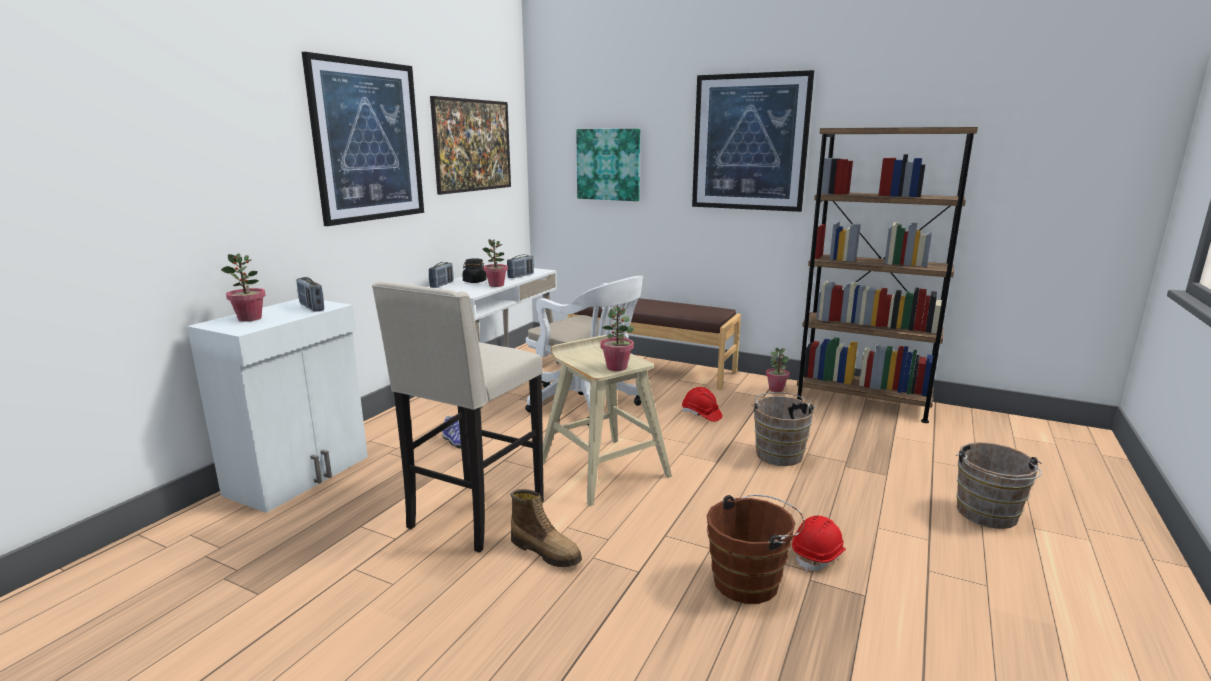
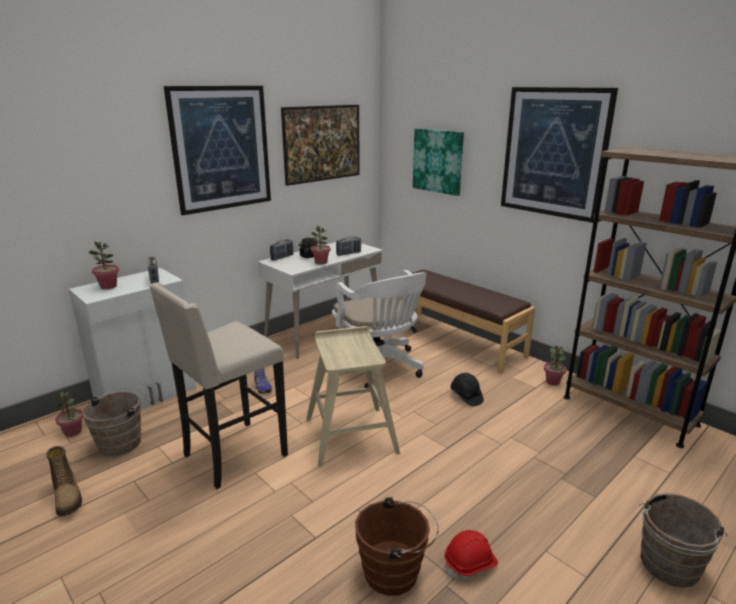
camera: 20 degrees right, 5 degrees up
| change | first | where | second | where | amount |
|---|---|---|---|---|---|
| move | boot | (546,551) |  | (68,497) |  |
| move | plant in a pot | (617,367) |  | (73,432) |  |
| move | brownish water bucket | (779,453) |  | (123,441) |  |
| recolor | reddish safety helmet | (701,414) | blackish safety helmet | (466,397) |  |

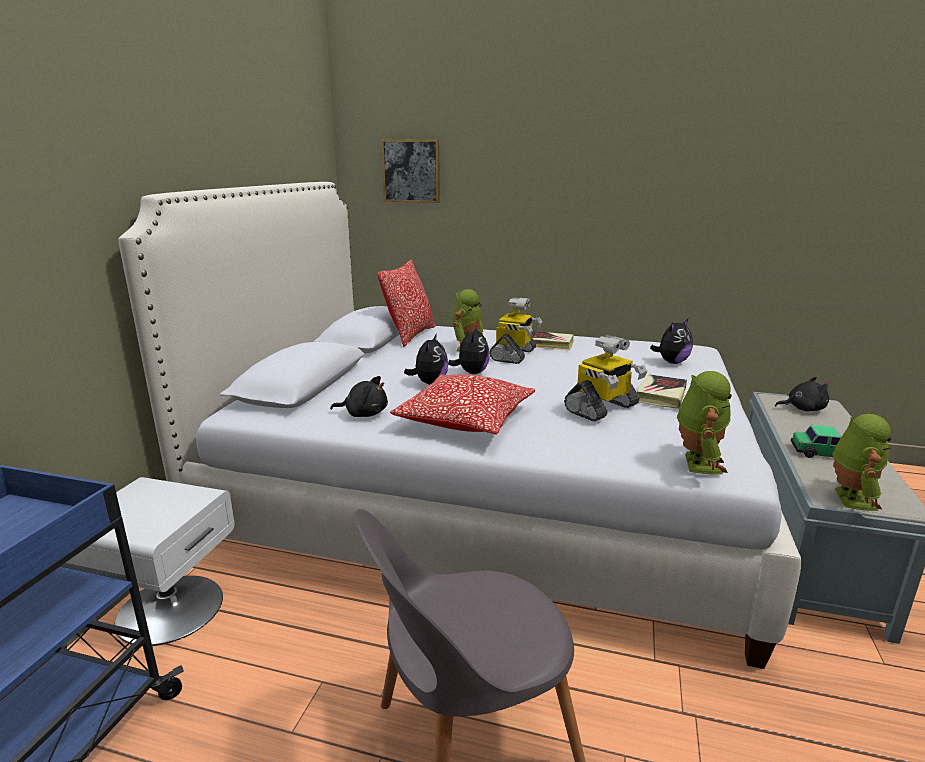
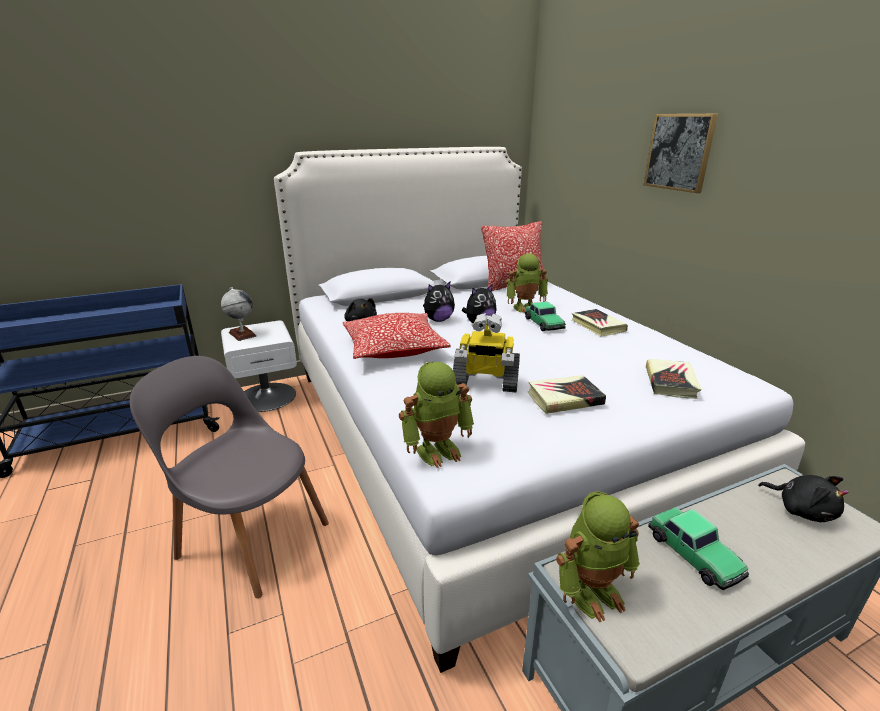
camera: 50 degrees right, 5 degrees up
| change | first | where | second | where | amount |
|---|---|---|---|---|---|
| insert |  |  | globe | (242,334) |  |
| move | wall art | (411,171) |  | (679,152) |  |
| replace | robot figure | (514,355) | model car | (544,323) |  |
| replace | soft toy | (671,362) | bound book | (670,382) |  |

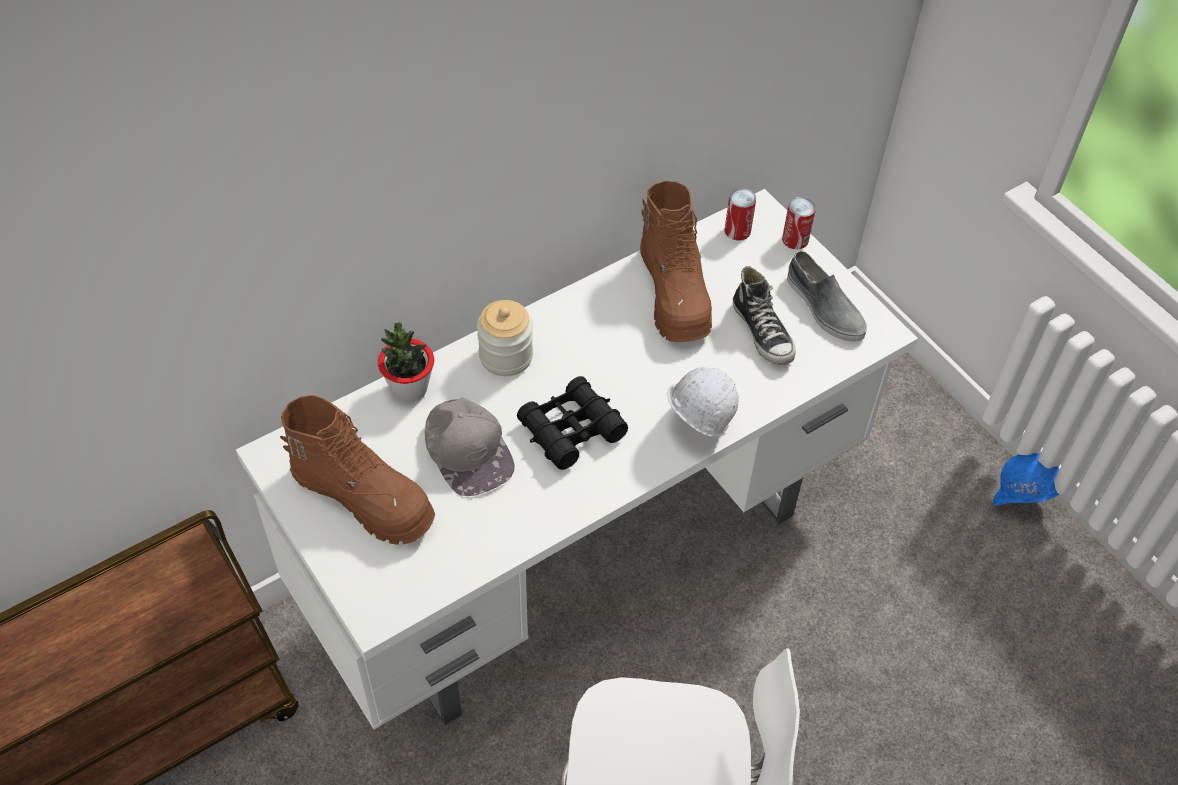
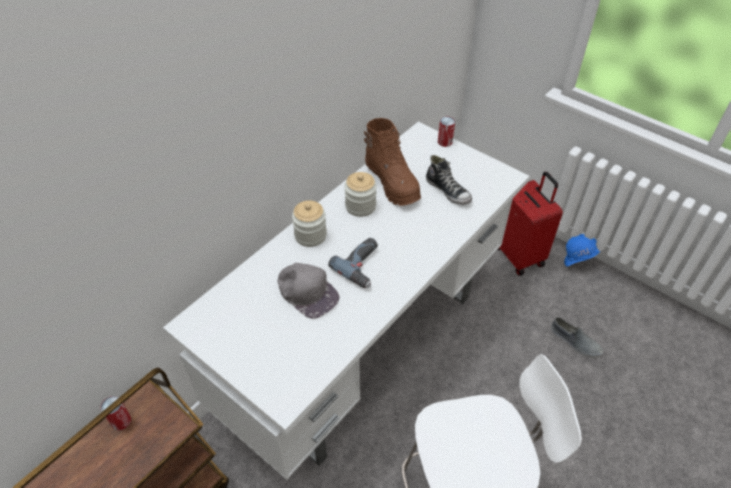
camera: 15 degrees left, 5 degrees down
| change | first | where | second | where | amount |
|---|---|---|---|---|---|
| delete | brownish boot | (364,497) |  |  |  |
| delete | plant in a pot | (409,389) |  |  |  |
| delete | whitish safety helmet | (696,426) |  |  |  |
| insert |  |  | storage jar | (360,206) |  |
| insert |  |  | reddish travel case | (519,255) |  |
| move | sealed can | (737,230) |  | (121,421) |  |
| move | grey item of footwear | (823,307) |  | (574,342) |  |
| replace | blackish pair of binoculars | (571,430) | drill | (363,266) |  |

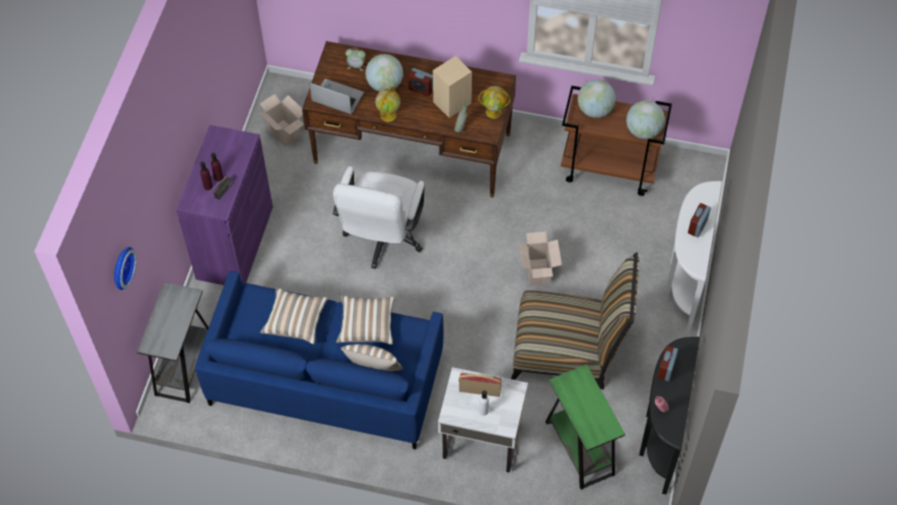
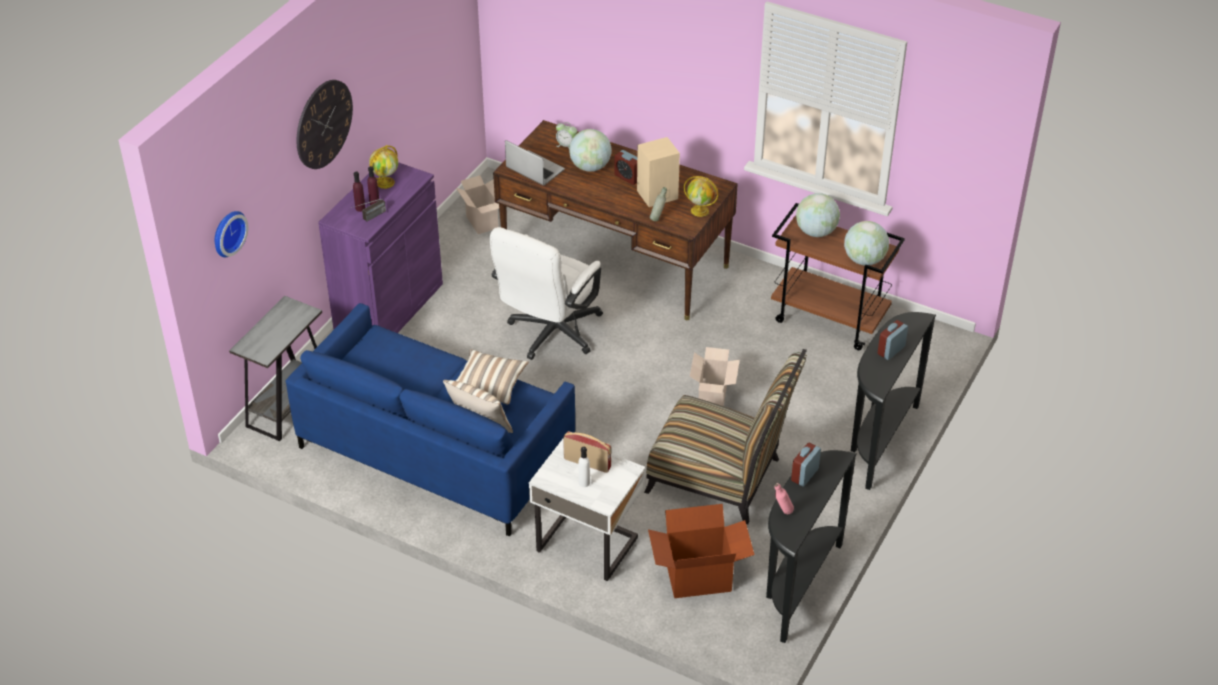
camera: 15 degrees right, 15 degrees down
| change | first | where | second | where | amount |
|---|---|---|---|---|---|
| delete | throw pillow | (295,321) |  |  |  |
| insert |  |  | clock on the wall | (323,124) |  |
| move | globe | (388,115) |  | (385,182) |  |
| replace | green-coloured end table | (579,448) | carton | (698,575) |  |
| recolor | whitish console table | (683,283) | blackish console table | (878,441) |  |

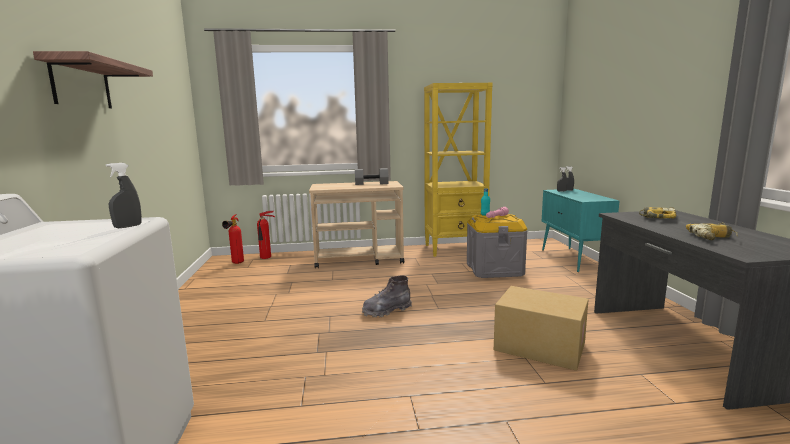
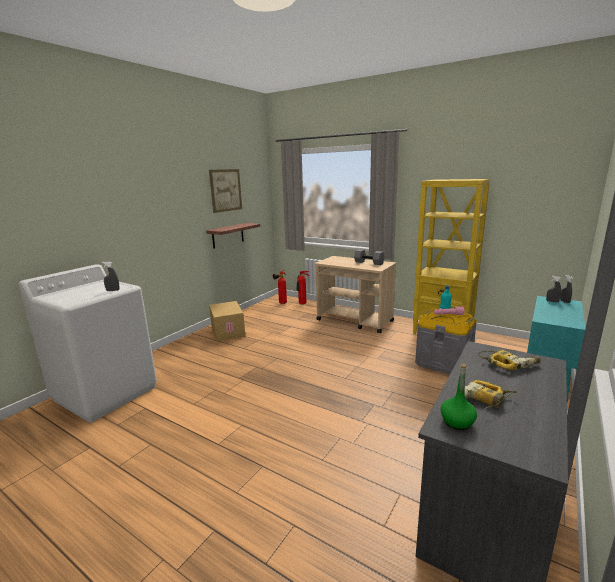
camera: 40 degrees right, 5 degrees up
| change | first | where | second | where | amount |
|---|---|---|---|---|---|
| delete | grey boot | (386,310) |  |  |  |
| insert |  |  | wall art | (225,190) |  |
| insert |  |  | green-coloured bottle | (457,422) |  |
| move | shelf | (81,84) |  | (228,235) |  |
| move | carton | (538,347) |  | (227,331) |  |

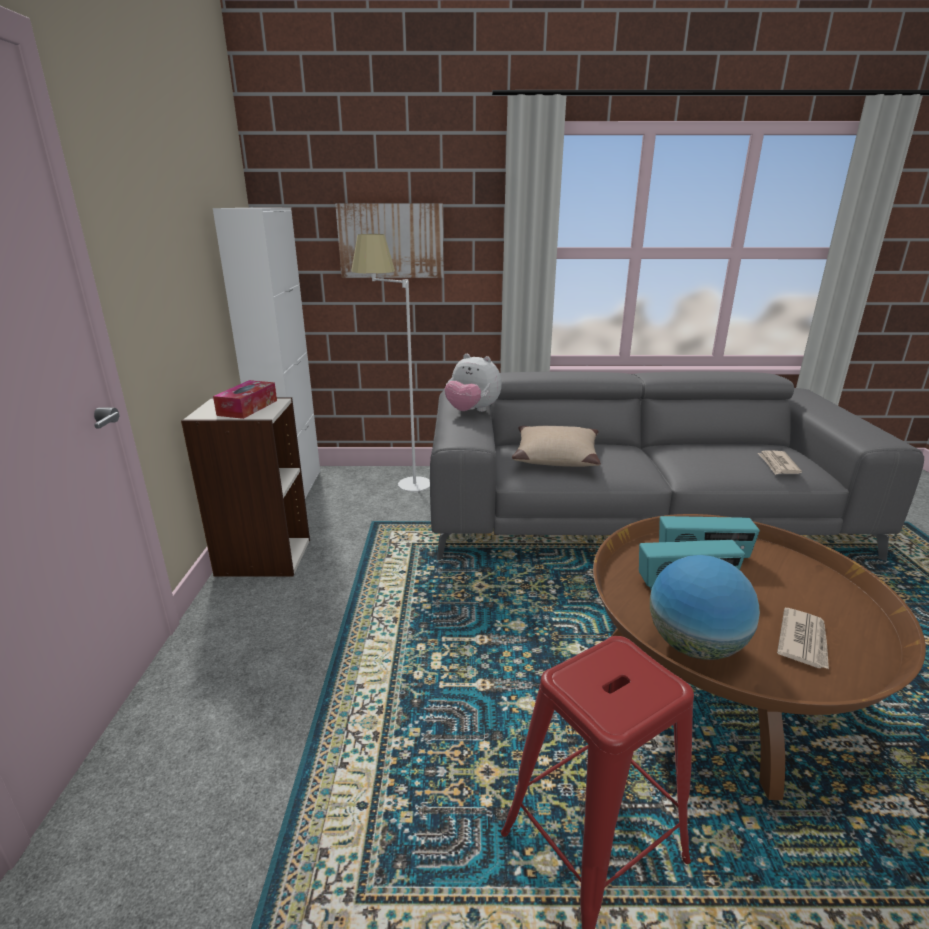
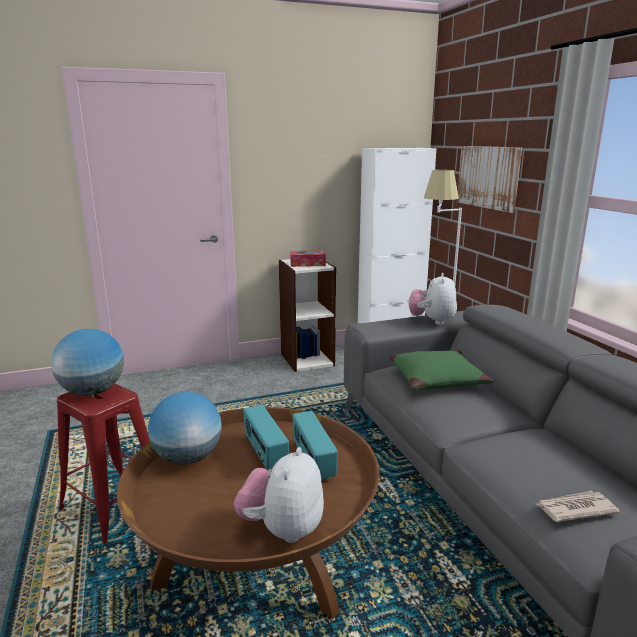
camera: 70 degrees right, 5 degrees down
| change | first | where | second | where | amount |
|---|---|---|---|---|---|
| delete | printed paper | (803,640) |  |  |  |
| insert |  |  | globe | (93,392) |  |
| insert |  |  | soft toy | (282,529) |  |
| recolor | beige throw pillow | (555,456) | green-coloured throw pillow | (436,379) |  |

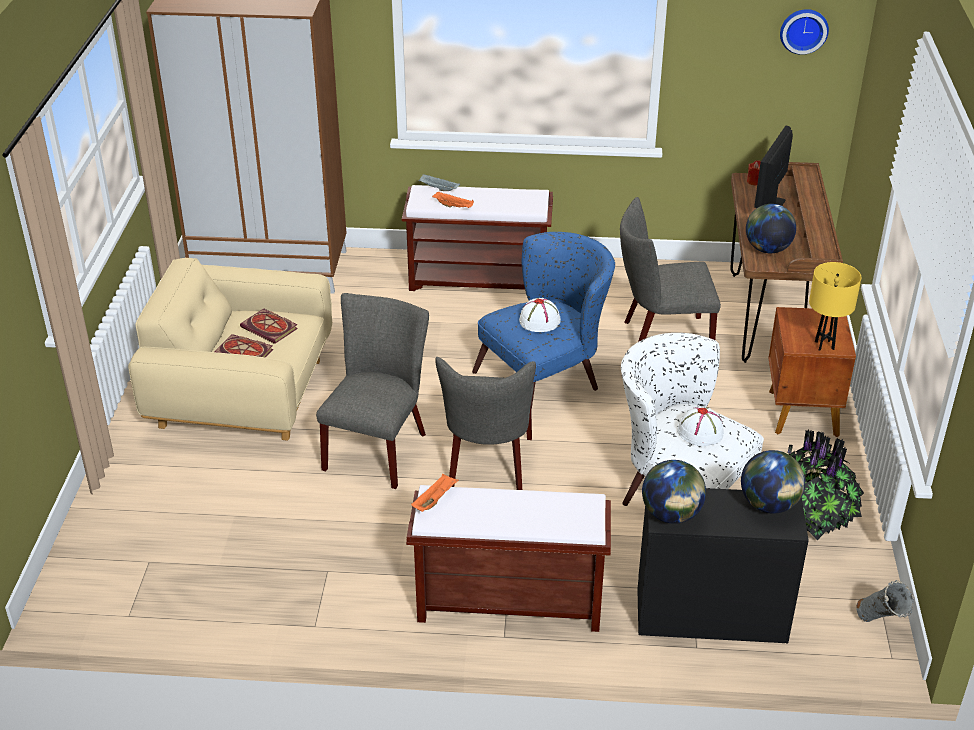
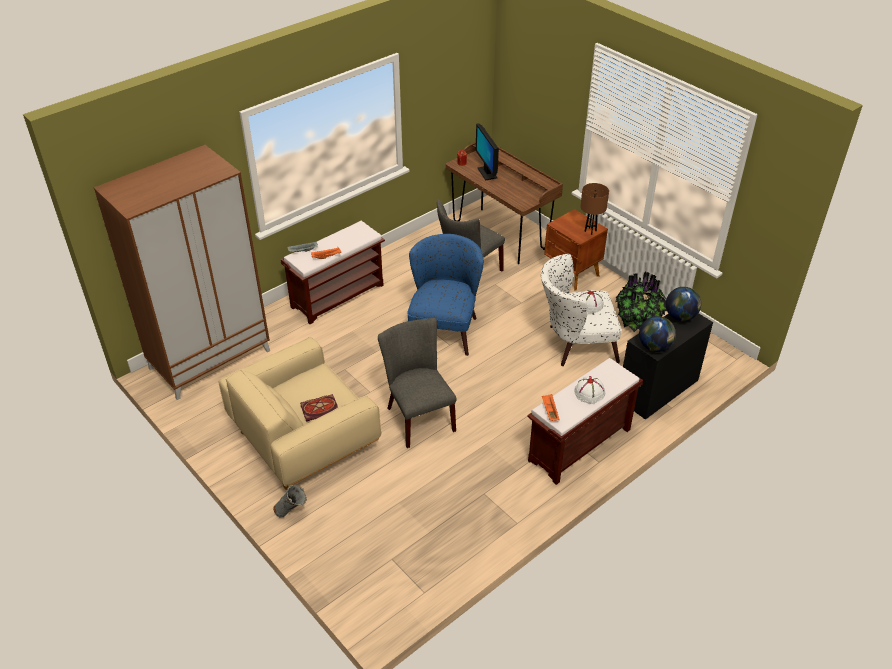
camera: 45 degrees left, 5 degrees up
| change | first | where | second | where | amount |
|---|---|---|---|---|---|
| delete | bound book | (271,328) |  |  |  |
| delete | grey chair | (488,468) |  |  |  |
| delete | globe | (767,249) |  |  |  |
| delete | clock on the wall | (803,30) |  |  |  |
| move | whitish clothing hat | (540,321) |  | (589,392) |  |
| move | grey decorative vase | (881,625) |  | (292,513) |  |
| recolor | yellow-coloured table lamp | (824,345) | brownish table lamp | (590,231) |  |

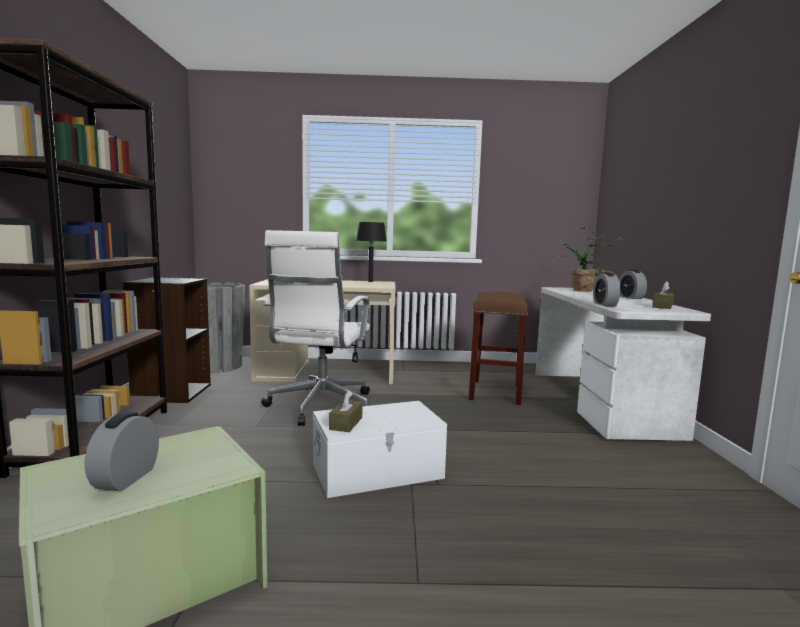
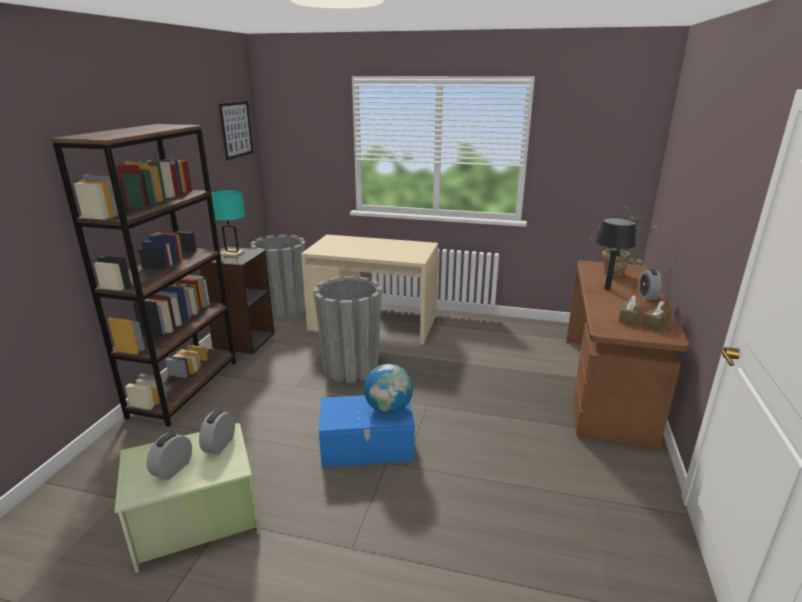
camera: 15 degrees right, 15 degrees up
| change | first | where | second | where | amount |
|---|---|---|---|---|---|
| delete | brownish stool seat | (495,391) |  |  |  |
| insert |  |  | turquoise table lamp | (232,254) |  |
| insert |  |  | wall art | (236,129) |  |
| insert |  |  | globe | (388,409) |  |
| move | brownish tissue box | (346,423) |  | (628,317) |  |
| move | blackish table lamp | (370,281) |  | (607,288) |  |
| move | bedside clock | (605,304) |  | (219,445) |  |
| replace | whitish office chair | (320,406) | grey flower pot | (351,368) |  |
| recolor | whitish storage container | (378,471) | blue storage container | (367,446) |  |
| recolor | whitish desk | (600,401) | brownish desk | (607,386) |  |

